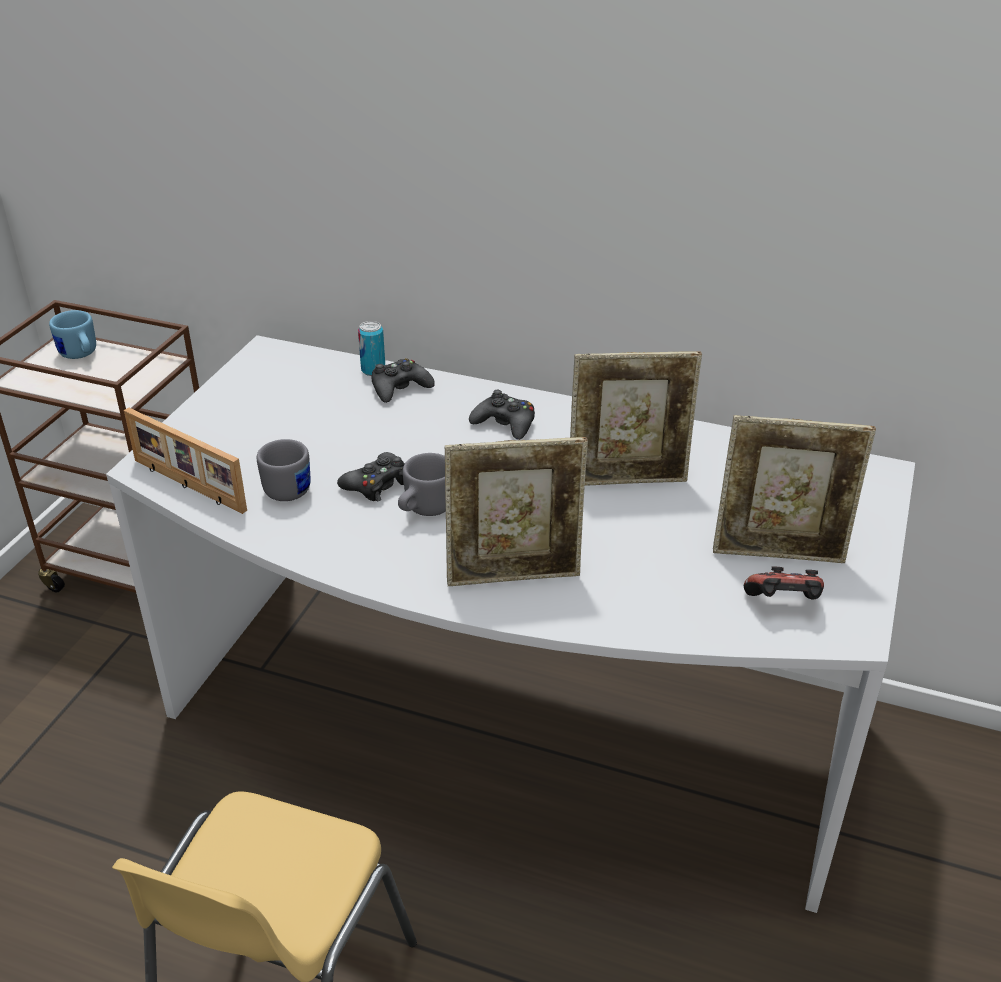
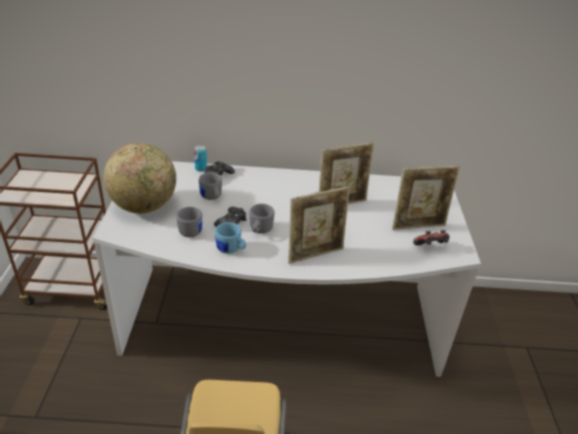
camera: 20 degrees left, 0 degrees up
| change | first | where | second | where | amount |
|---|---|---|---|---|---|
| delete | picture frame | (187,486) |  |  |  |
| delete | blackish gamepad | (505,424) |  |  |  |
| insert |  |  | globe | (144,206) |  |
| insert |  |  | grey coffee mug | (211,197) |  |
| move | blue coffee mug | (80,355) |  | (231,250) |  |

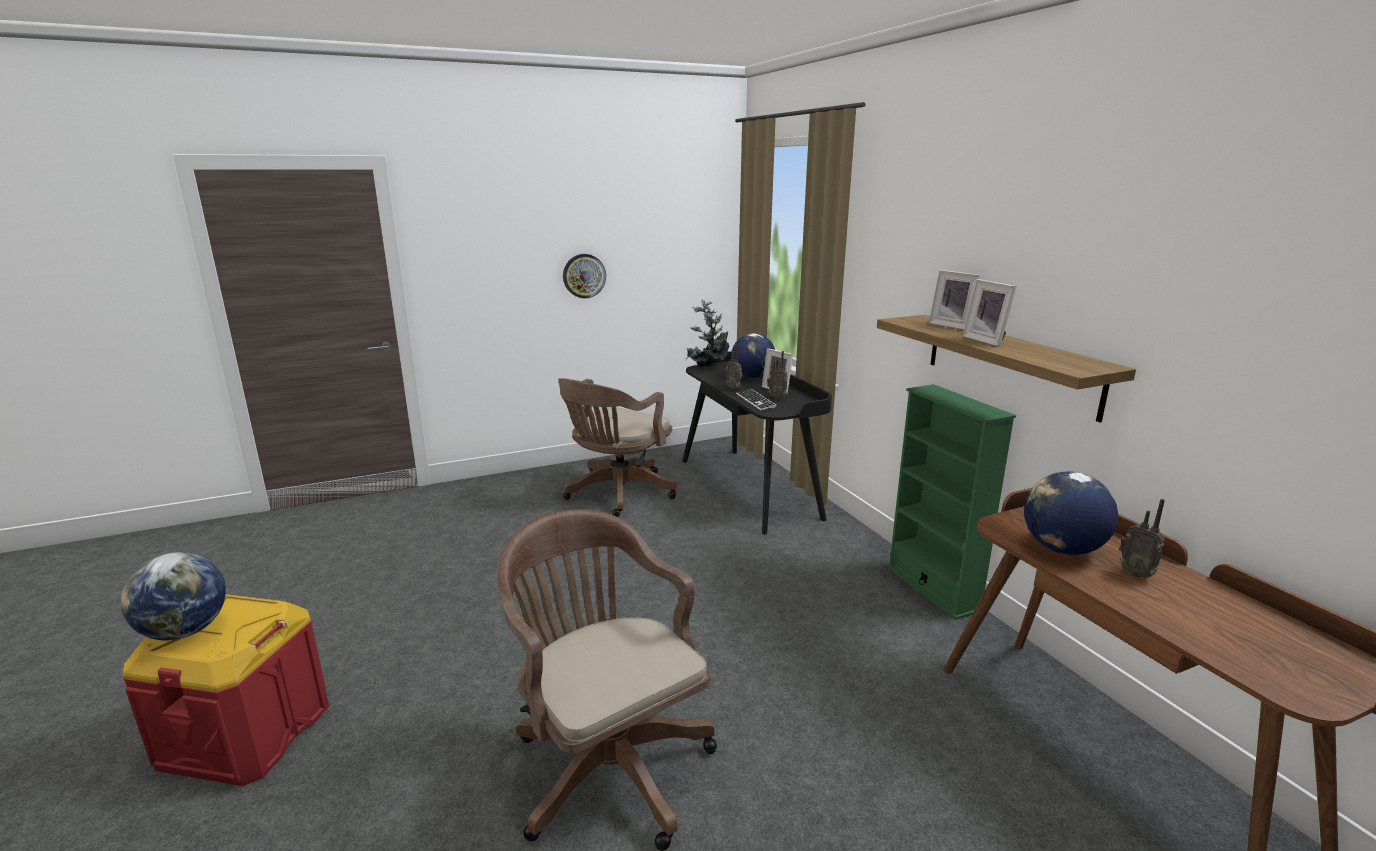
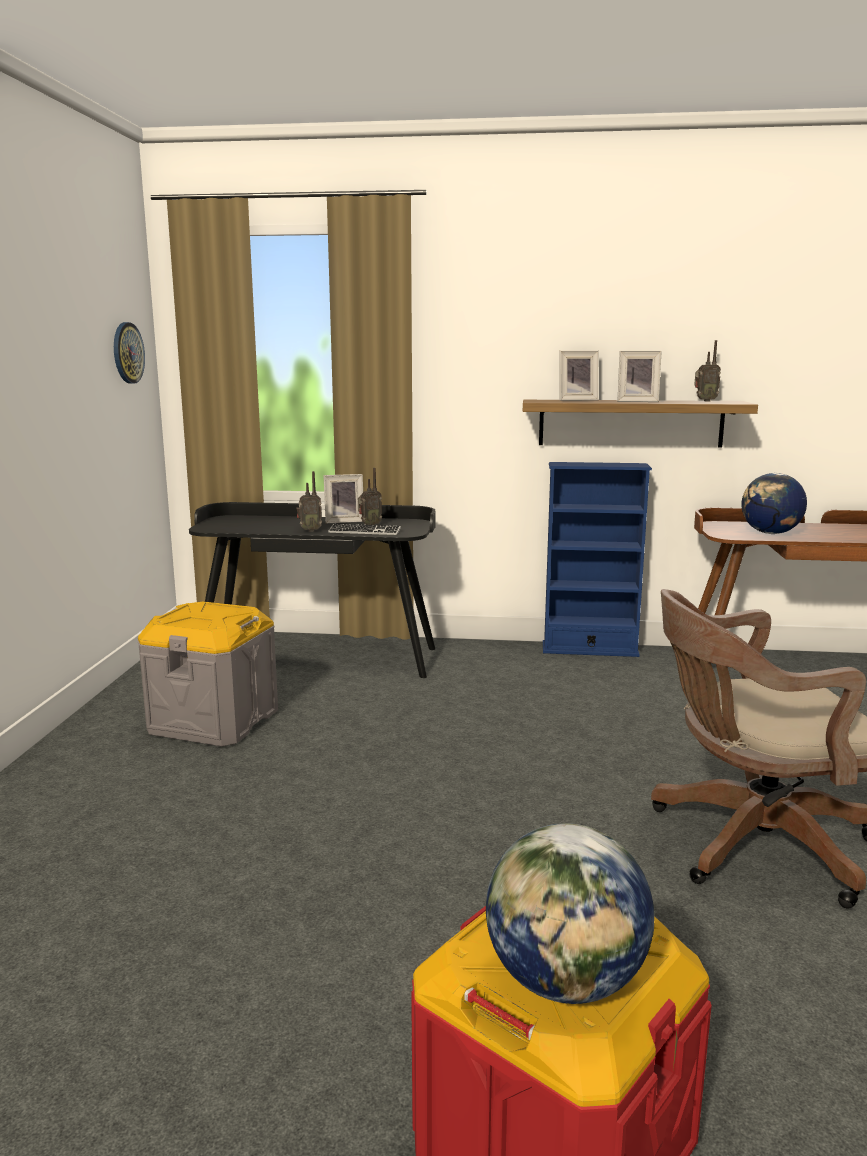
camera: 60 degrees left, 5 degrees down
| change | first | where | second | where | amount |
|---|---|---|---|---|---|
| delete | plant in a pot | (708,368) |  |  |  |
| delete | globe | (752,377) |  |  |  |
| move | clock on the wall | (584,276) |  | (127,353) |  |
| move | radio | (1135,573) |  | (704,401) |  |
| replace | brownish office chair | (617,494) | grey storage container | (214,721) |  |
| recolor | green-coloured bookshelf | (932,588) | blue bookshelf | (589,649) |  |

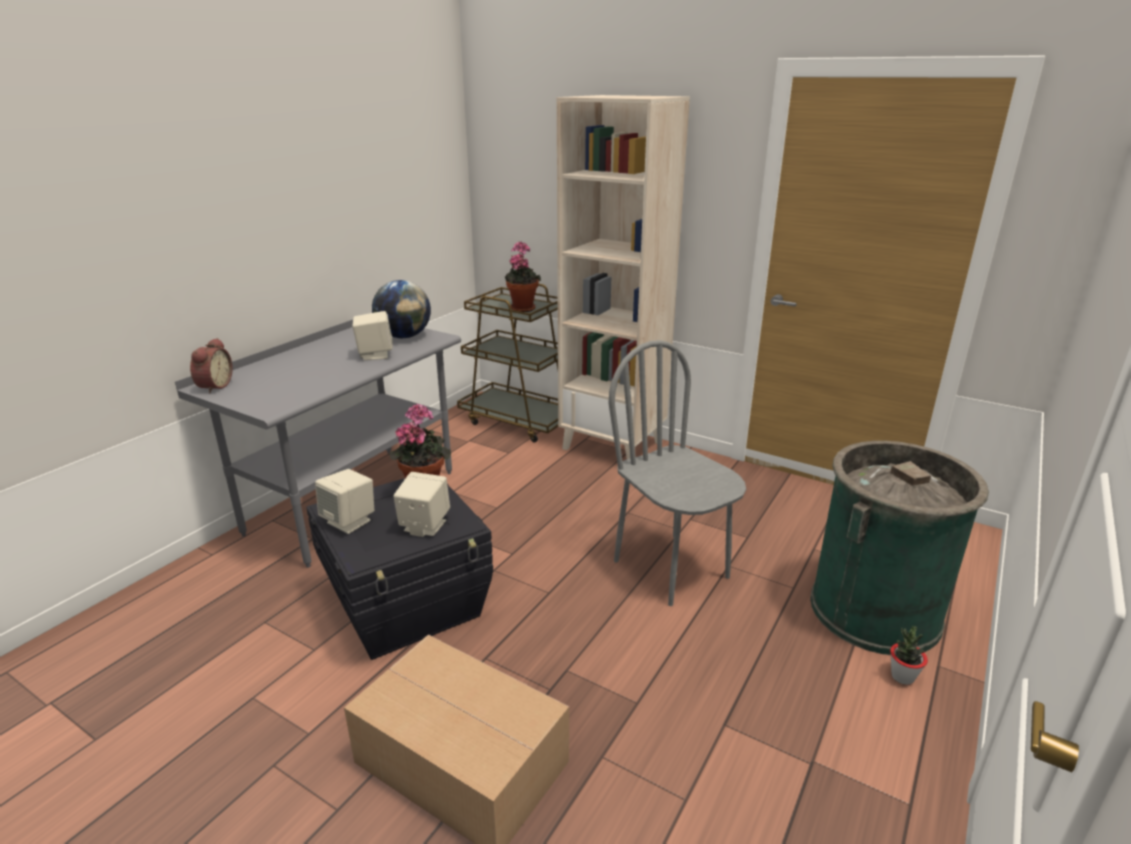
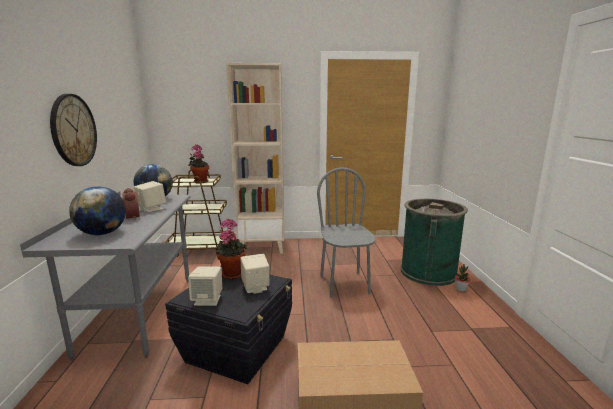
camera: 35 degrees left, 10 degrees down
| change | first | where | second | where | amount |
|---|---|---|---|---|---|
| insert |  |  | clock on the wall | (73,130) |  |
| insert |  |  | globe | (102,233) |  |
| move | bedside clock | (213,386) |  | (130,217) |  |
| rotate | grey chair | (671,568) |  | (344,284) | 60 degrees clockwise |

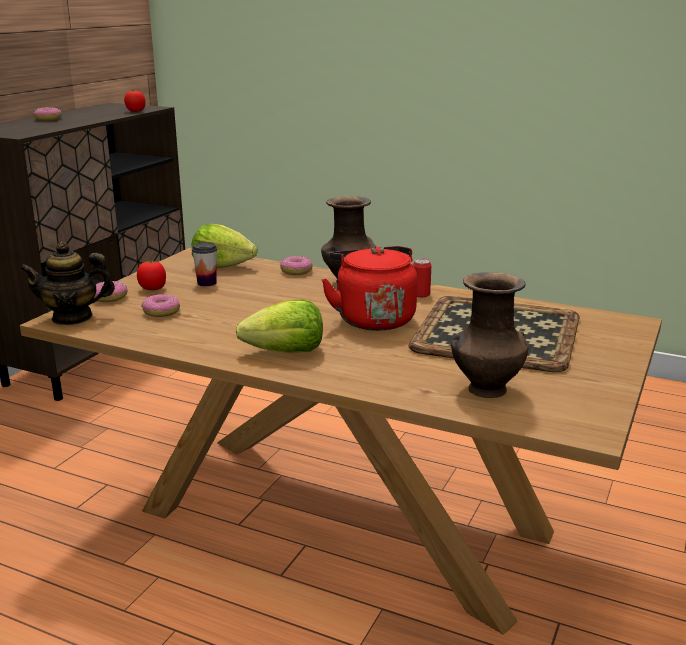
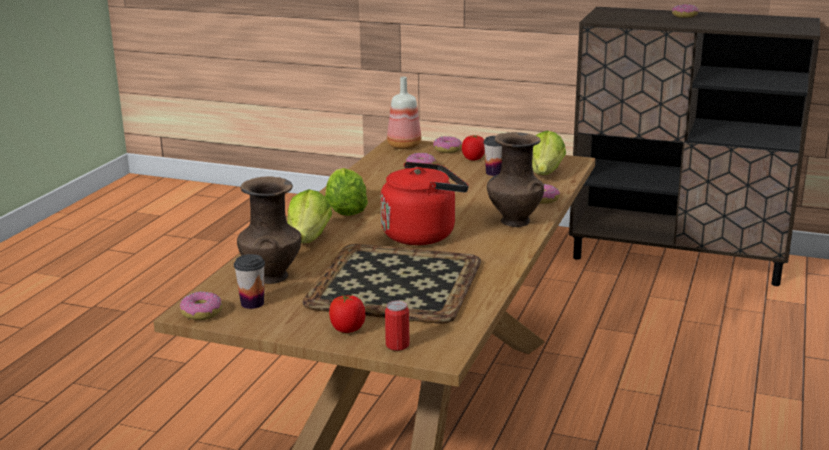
camera: 85 degrees right, 0 degrees up
| change | first | where | second | where | amount |
|---|---|---|---|---|---|
| insert |  |  | doughnut | (201,313) |  |
| insert |  |  | small cup | (252,303) |  |
| insert |  |  | lettuce head | (308,239) |  |
| move | whole tomato | (135,111) |  | (348,329) |  |
| move | sealed can | (420,294) |  | (397,345) |  |
| replace | tea pot | (72,317) | bottle | (403,146) |  |

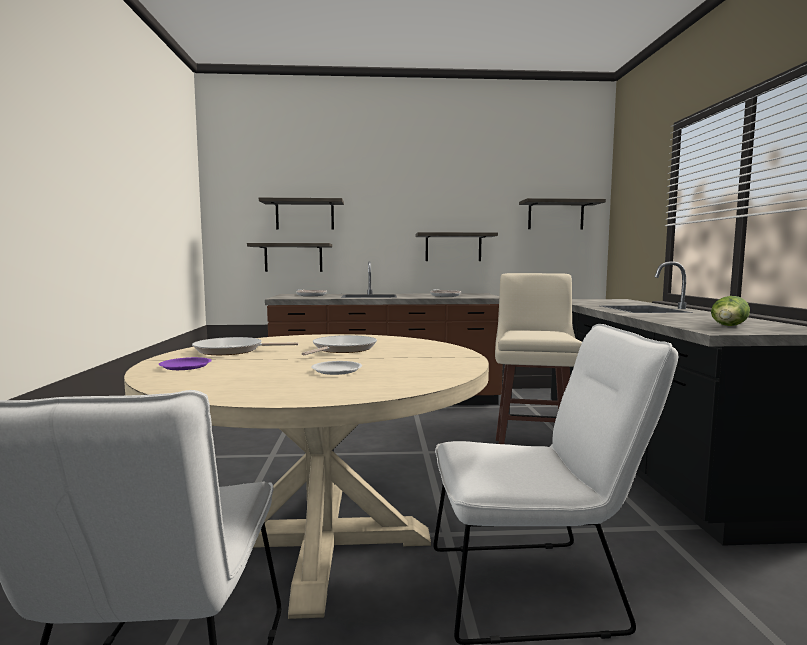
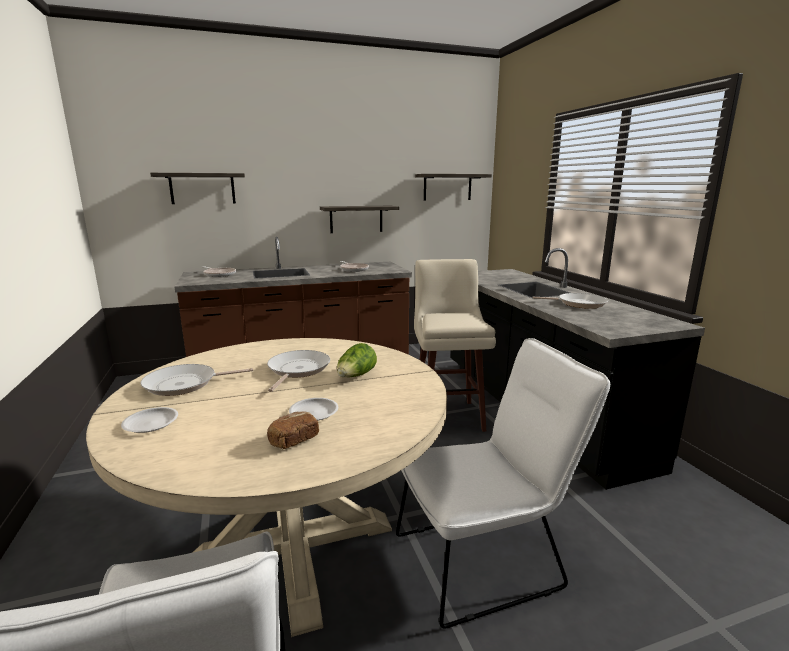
camera: 15 degrees left, 10 degrees up
| change | first | where | second | where | amount |
|---|---|---|---|---|---|
| delete | shelf | (293,257) |  |  |  |
| insert |  |  | bread | (293,440) |  |
| insert |  |  | skillet | (578,304) |  |
| move | lettuce head | (728,327) |  | (356,376) |  |
| recolor | purple-coloured flat dish | (185,367) | whitish flat dish | (150,423) |  |

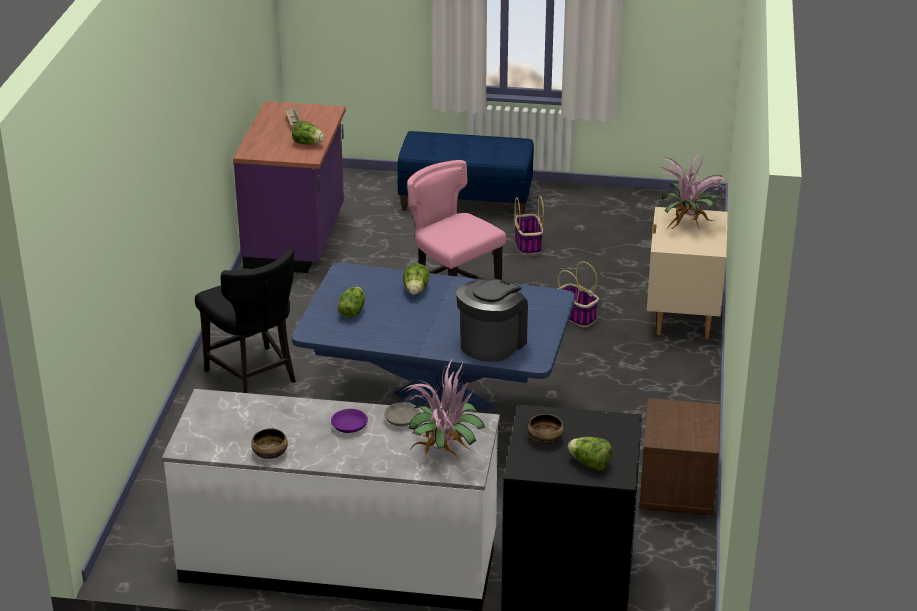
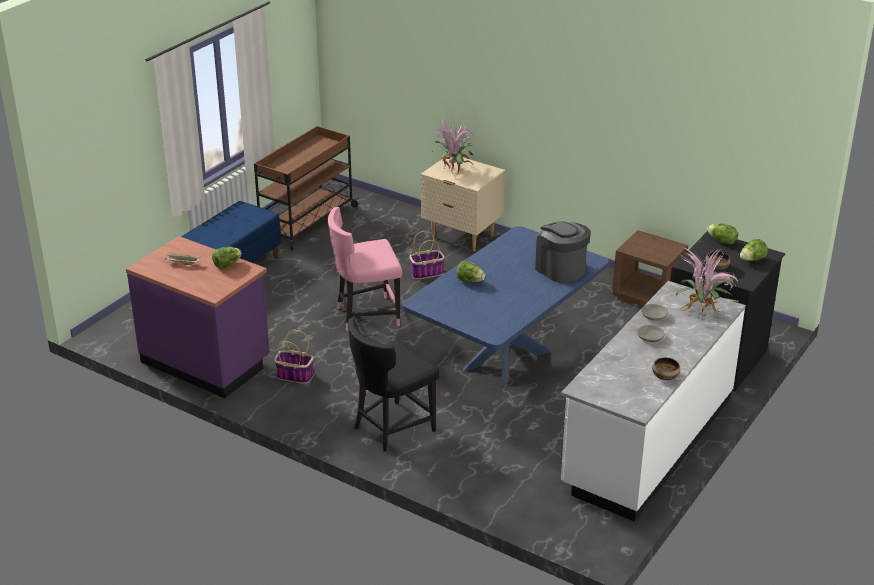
camera: 65 degrees left, 0 degrees up
| change | first | where | second | where | amount |
|---|---|---|---|---|---|
| insert |  |  | brownish trolley | (306,222) |  |
| move | lettuce head | (351,311) |  | (722,241) |  |
| move | storage basket | (527,244) |  | (294,376) |  |
| recolor | purple-coloured serving bowl | (348,426) | grey serving bowl | (650,338) |  |
| rotate | blackish chair | (253,376) |  | (391,428) | 150 degrees clockwise |

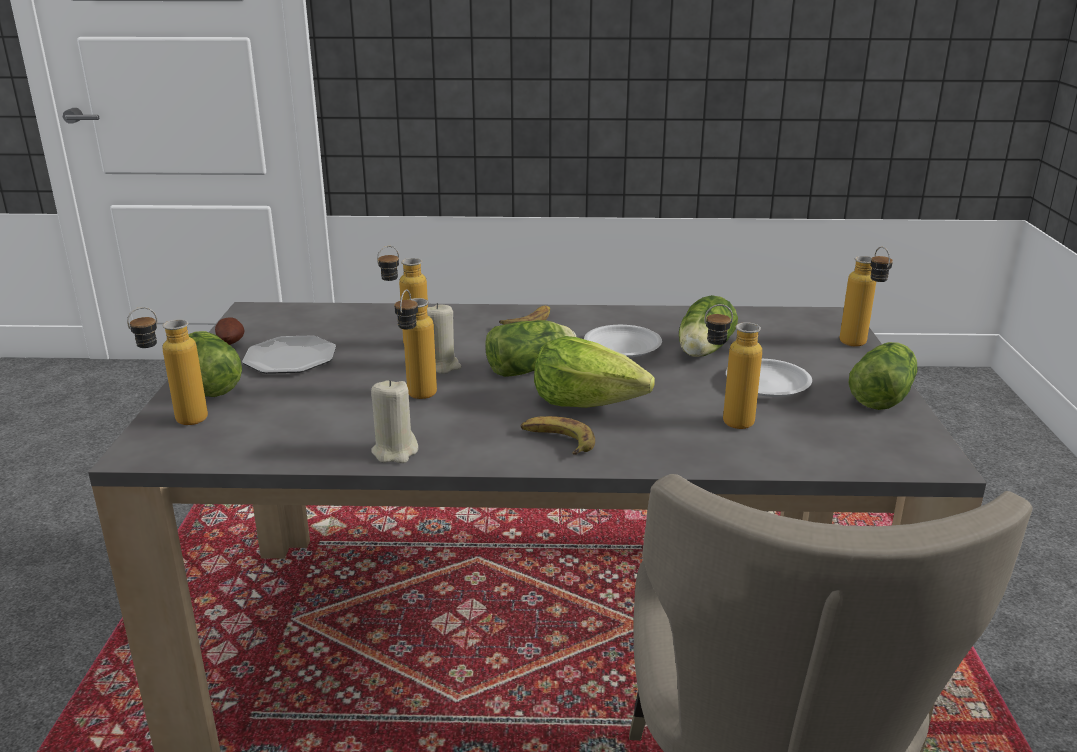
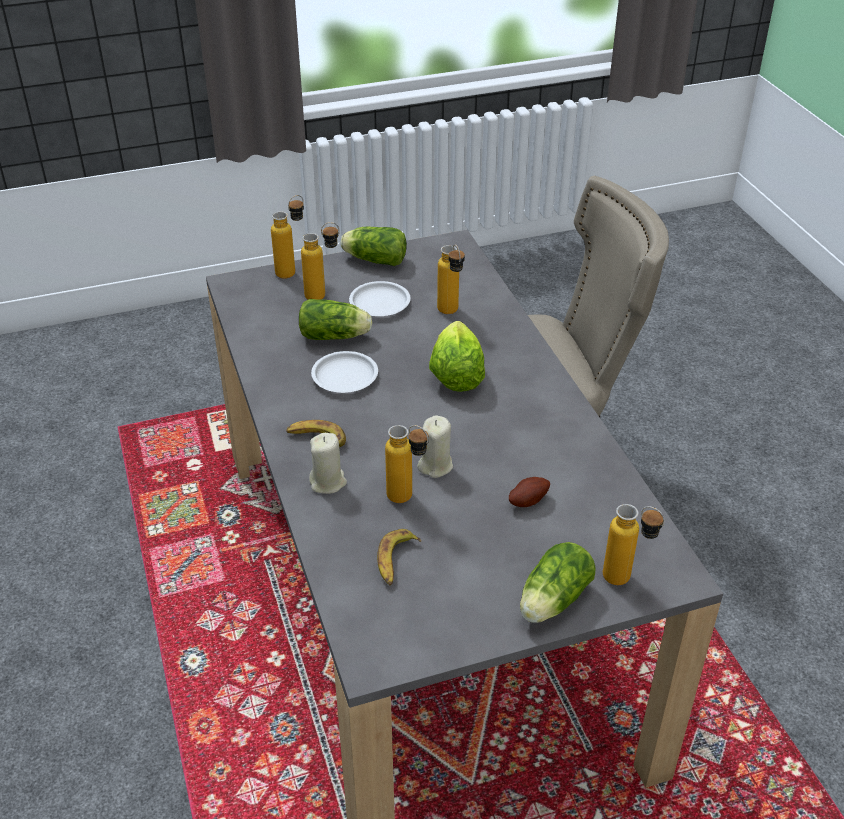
camera: 110 degrees left, 15 degrees up
| change | first | where | second | where | amount |
|---|---|---|---|---|---|
| delete | flat dish | (289,358) |  |  |  |
| delete | lettuce head | (533,368) |  |  |  |
| move | spud | (232,343) |  | (527,500) |  |
| move | beige wax light | (395,451) |  | (328,482) |  |
| move | bottle | (417,399) |  | (323,296) |  |
| move | whole banana | (557,441) |  | (395,561) |  |

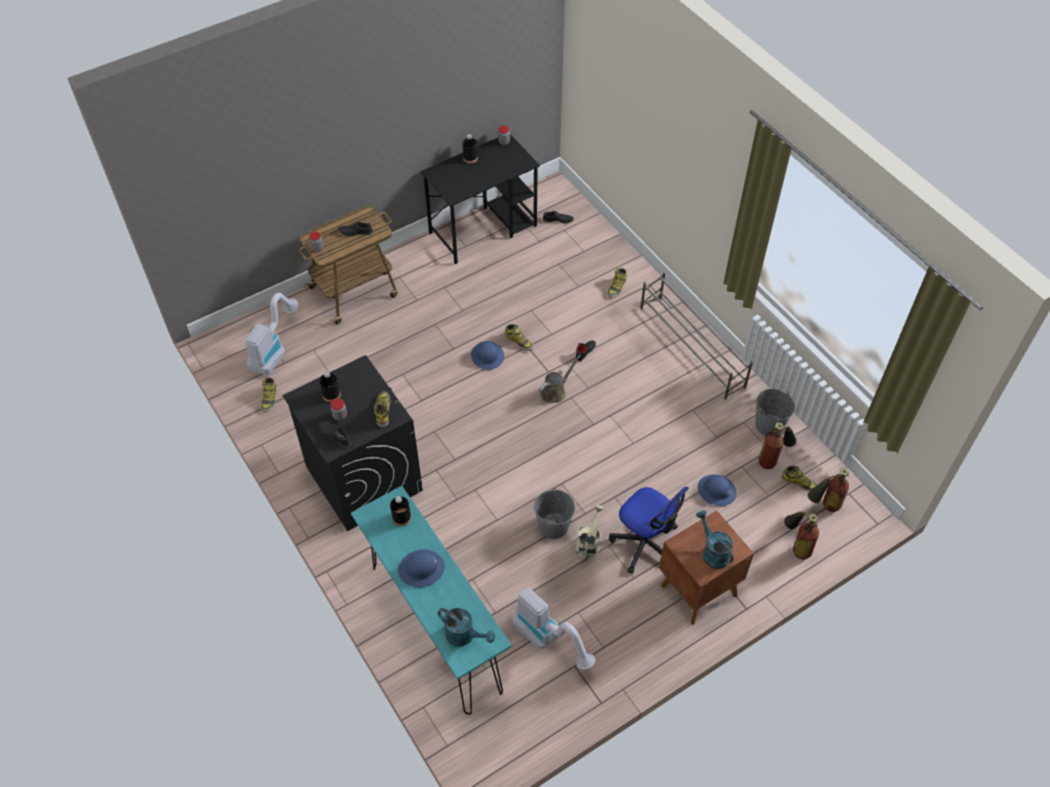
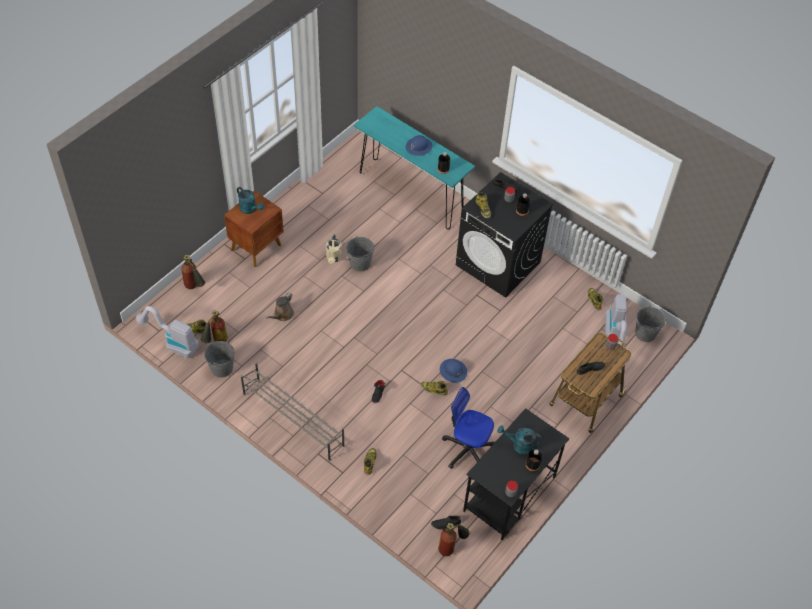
camera: 160 degrees right, 0 degrees up
| change | first | where | second | where | amount |
|---|---|---|---|---|---|
| delete | blue safety helmet | (716,491) |  |  |  |
| insert |  |  | grey water bucket | (645,333) |  |
| move | turquoise watering pot | (464,635) |  | (519,445) |  |
| move | hoover | (549,640) |  | (172,343) |  |
| move | brownish watering pot | (555,391) |  | (282,315) |  |
| move | office chair | (645,543) |  | (467,449) |  |
| move | extinguisher | (823,506) |  | (451,547) |  |

